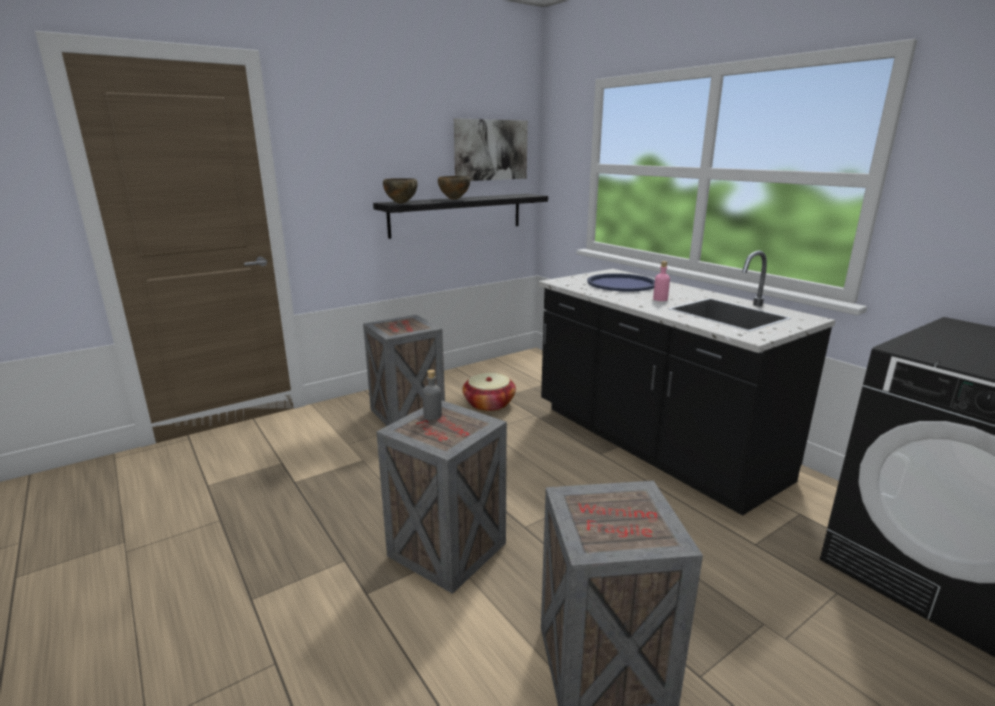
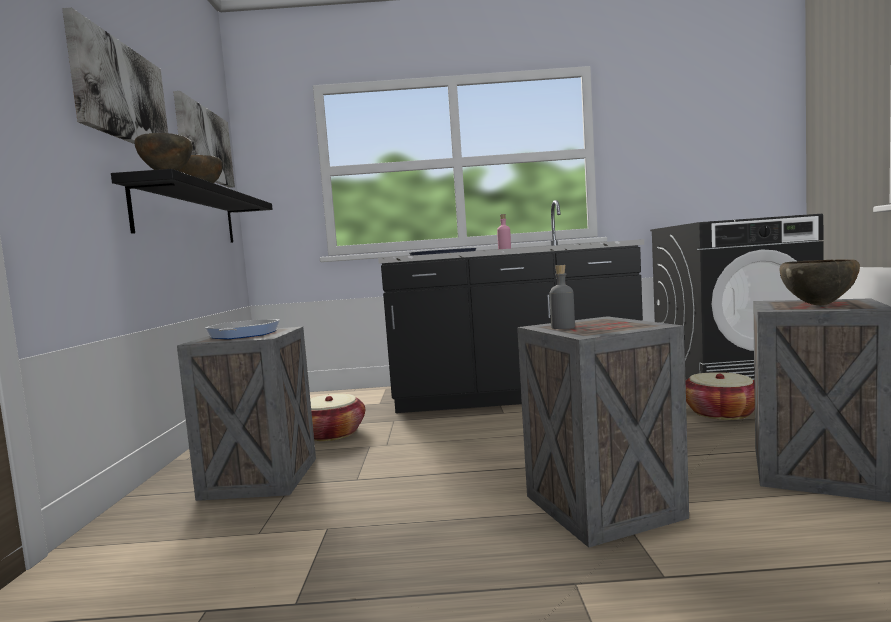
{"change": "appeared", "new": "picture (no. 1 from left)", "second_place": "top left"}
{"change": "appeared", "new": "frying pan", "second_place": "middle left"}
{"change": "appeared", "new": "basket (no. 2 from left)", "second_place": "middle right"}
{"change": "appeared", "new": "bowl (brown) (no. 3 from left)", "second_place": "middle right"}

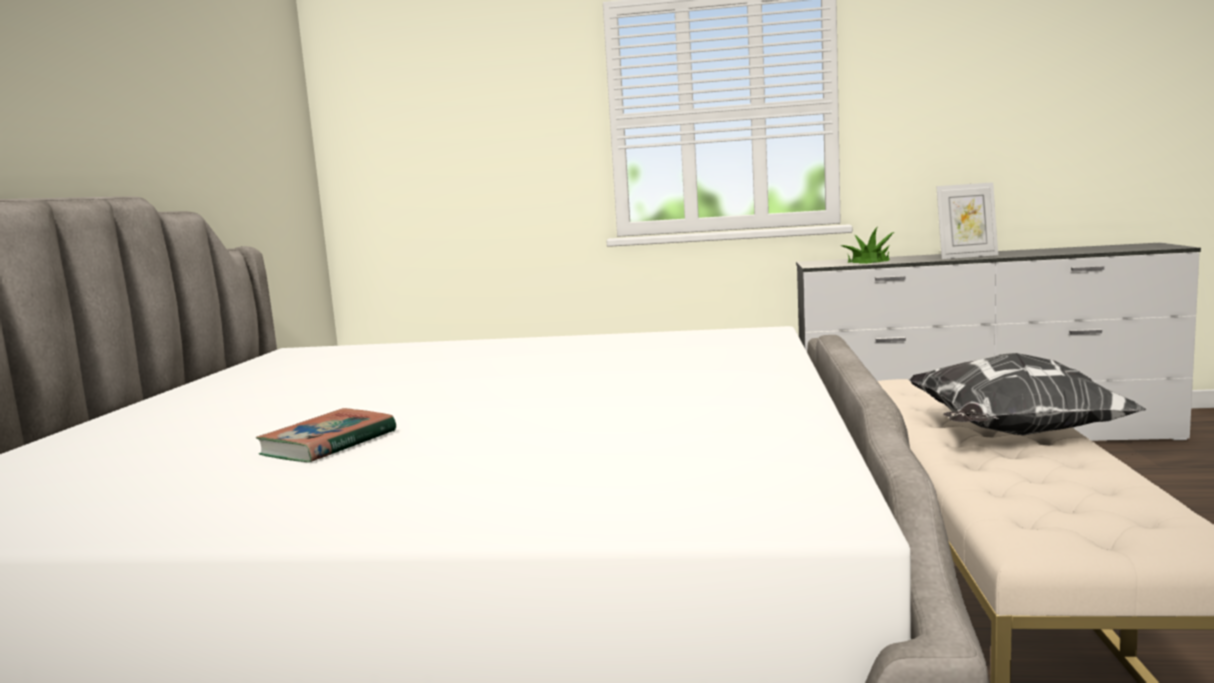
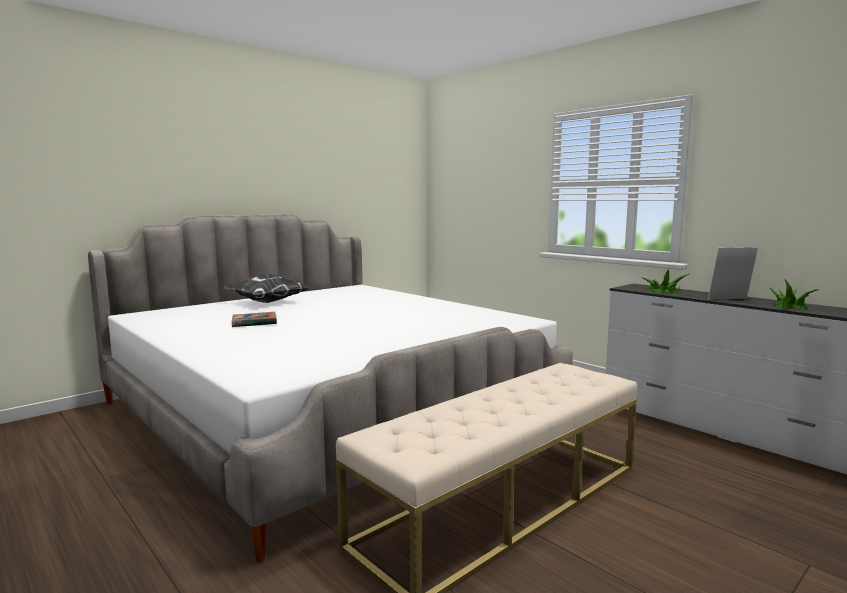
{"change": "relocated", "old": "pillow", "first_place": "middle right", "second_place": "middle left"}
{"change": "spun", "old": "picture frame", "first_place": "top right", "second_place": "middle right", "degrees": 135}
{"change": "appeared", "new": "potted plant (no. 2 from left)", "second_place": "middle right"}

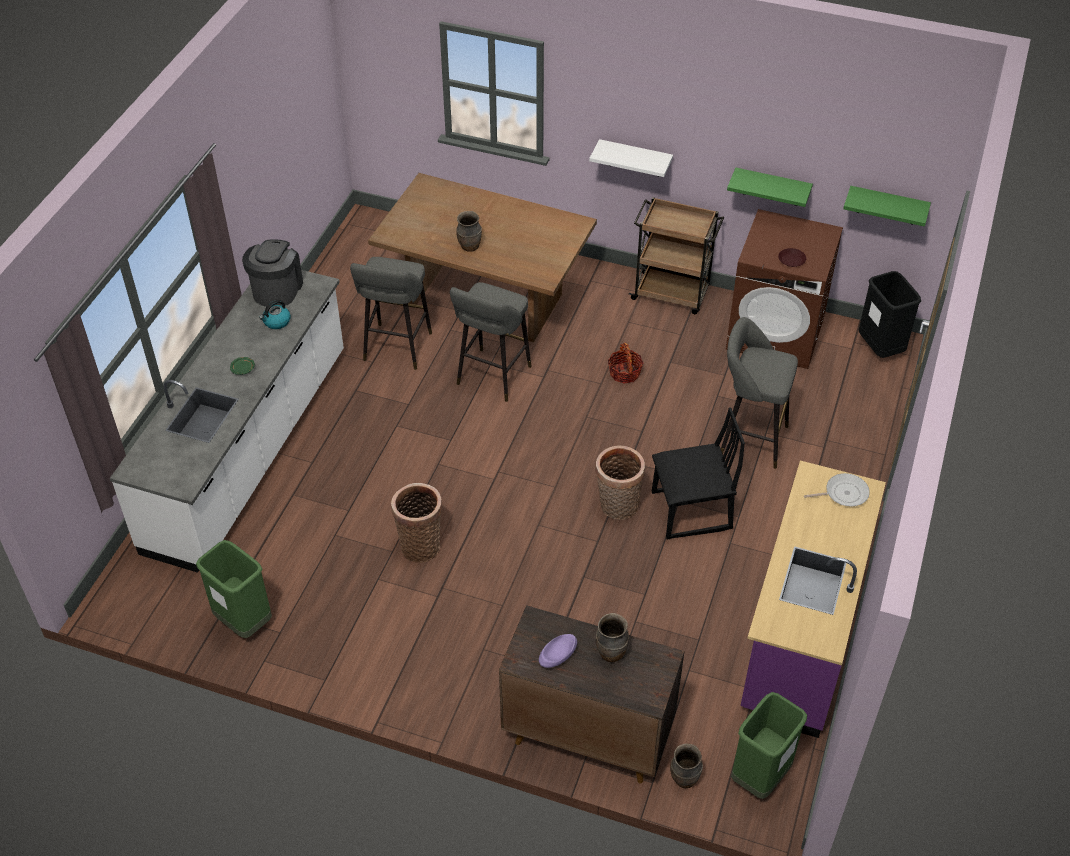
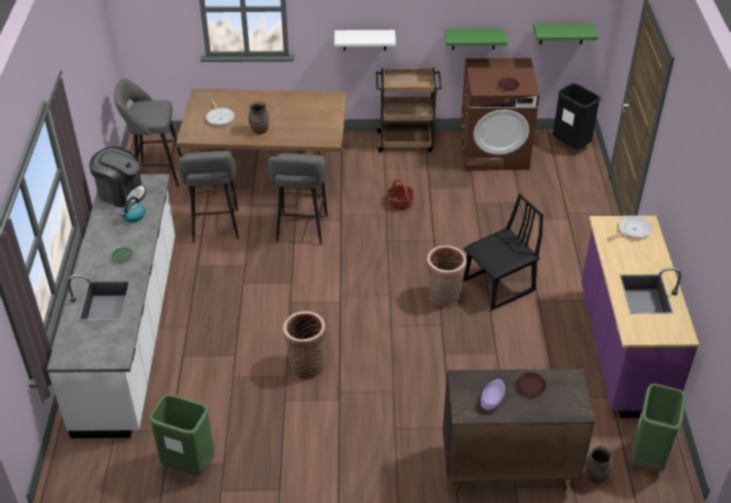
{"change": "spun", "old": "coffee machine", "first_place": "top left", "second_place": "middle left", "degrees": 120}
{"change": "exchanged", "old": "vase (brown) (no. 2 from left)", "new": "plate (brown) (no. 2 from left)", "first_place": "bottom centre", "second_place": "bottom right"}
{"change": "relocated", "old": "stool (grey) (no. 3 from left in the first image)", "new": "stool (grey) (no. 1 from left)", "first_place": "middle right", "second_place": "top left"}
{"change": "appeared", "new": "frying pan (no. 1 from left)", "second_place": "top left"}

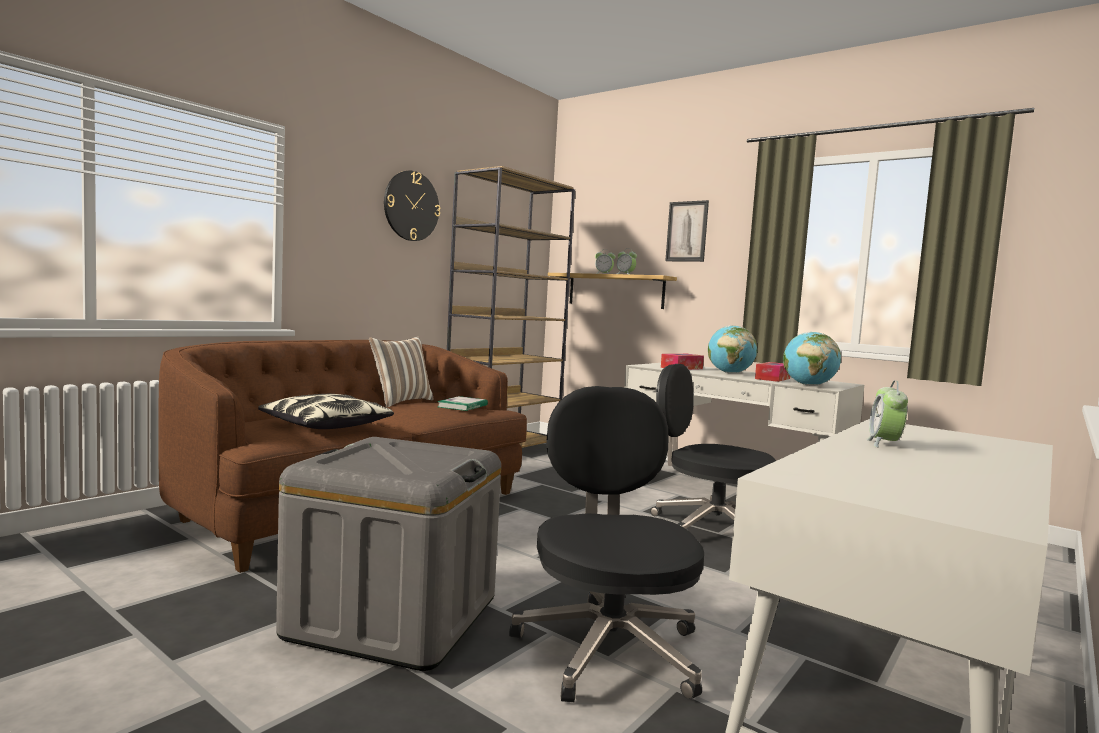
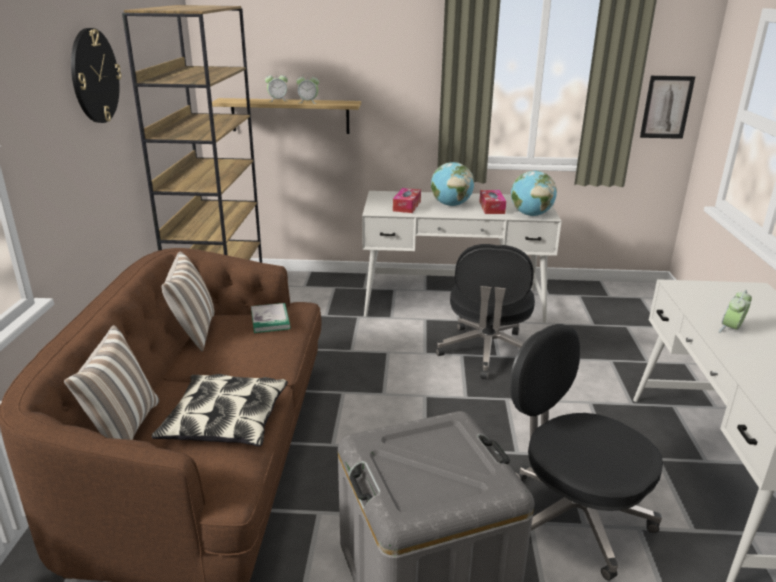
{"change": "spun", "old": "office chair (black) (no. 2 from left in the first image)", "first_place": "centre", "second_place": "centre", "degrees": -75}
{"change": "relocated", "old": "picture", "first_place": "top centre", "second_place": "top right"}
{"change": "spun", "old": "alarm clock (no. 3 from left)", "first_place": "middle right", "second_place": "middle right", "degrees": 60}
{"change": "appeared", "new": "pillow (no. 1 from left)", "second_place": "middle left"}

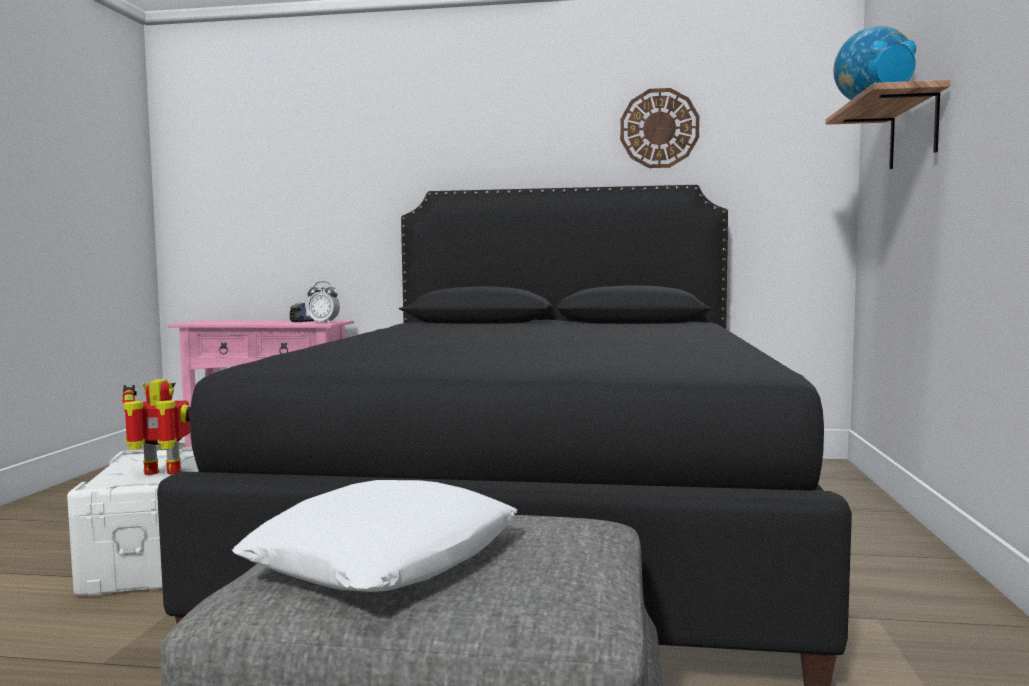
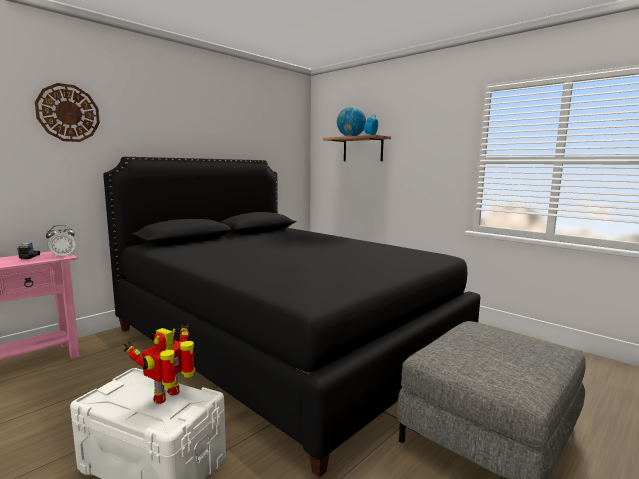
{"change": "missing", "old": "pillow (white)", "first_place": "bottom centre"}
{"change": "relocated", "old": "wall clock", "first_place": "top centre", "second_place": "top left"}

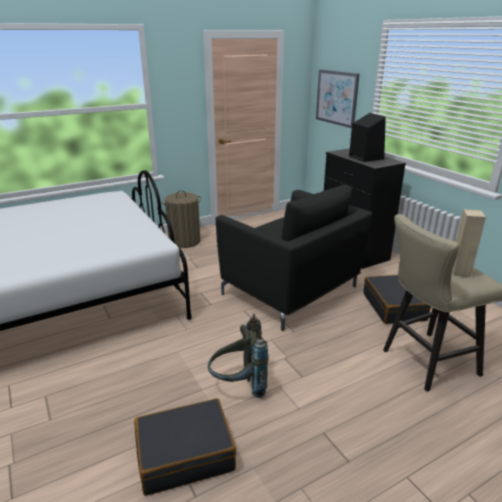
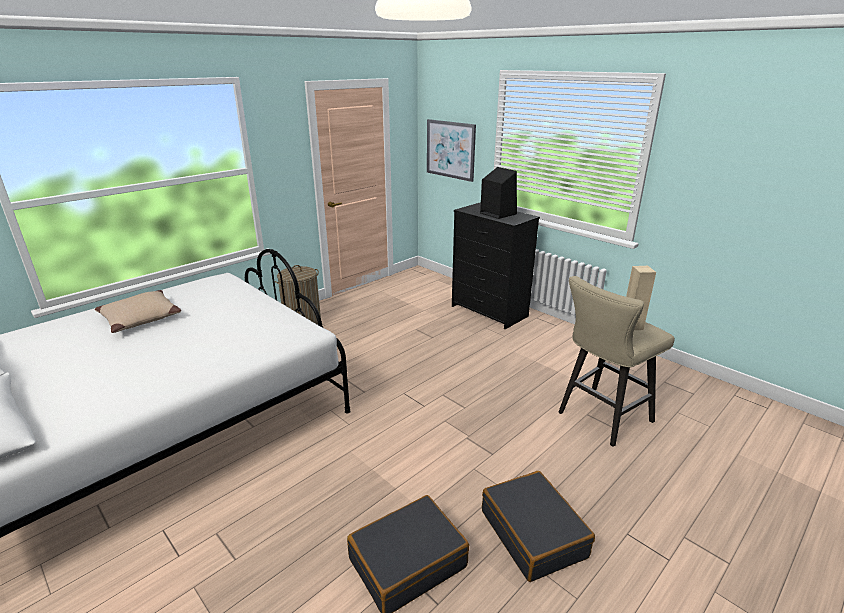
{"change": "missing", "old": "backpack (grey)", "first_place": "bottom centre"}
{"change": "missing", "old": "armchair (black)", "first_place": "centre"}
{"change": "relocated", "old": "suitcase (black) (no. 2 from left)", "first_place": "middle right", "second_place": "bottom centre"}
{"change": "appeared", "new": "pillow (beige)", "second_place": "middle left"}

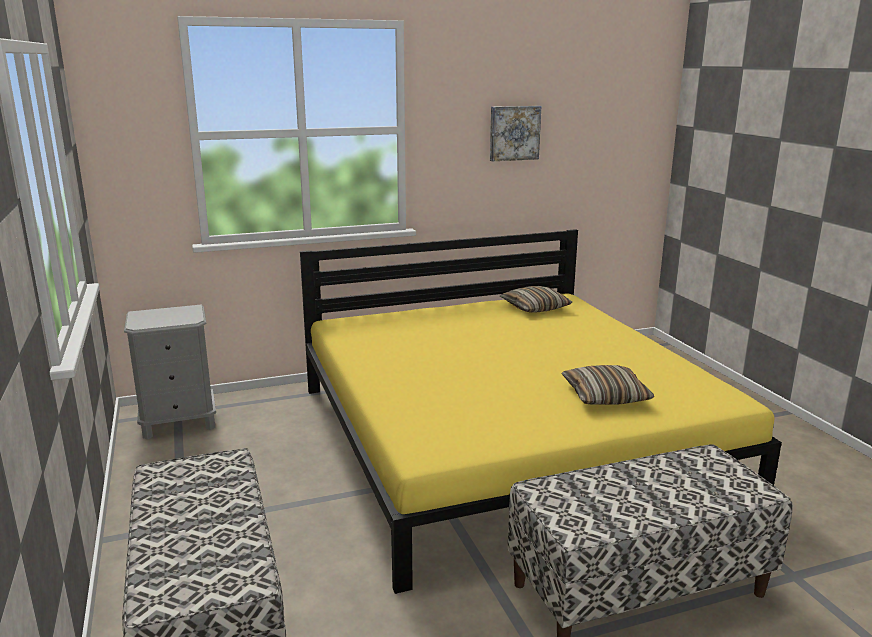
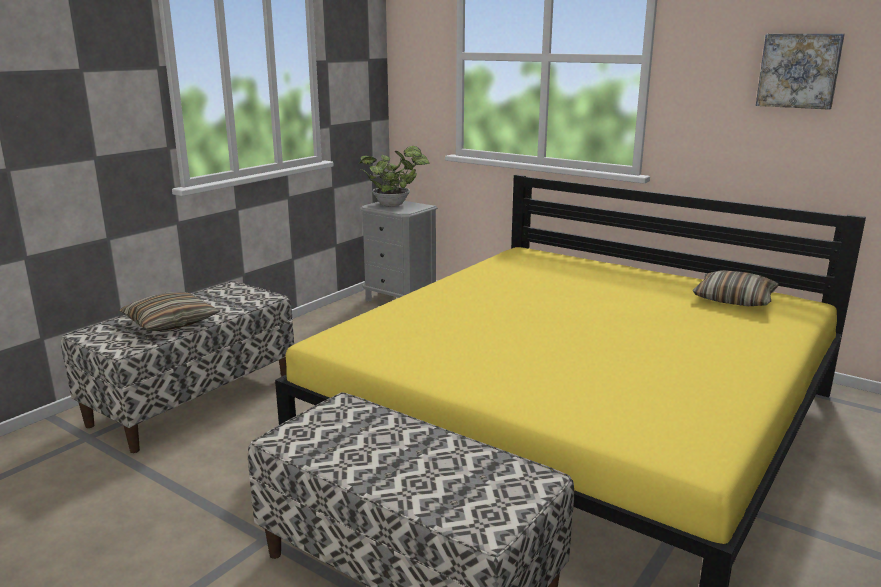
{"change": "relocated", "old": "pillow (no. 2 from left in the first image)", "new": "pillow (no. 1 from left)", "first_place": "middle right", "second_place": "middle left"}
{"change": "appeared", "new": "potted plant", "second_place": "top centre"}

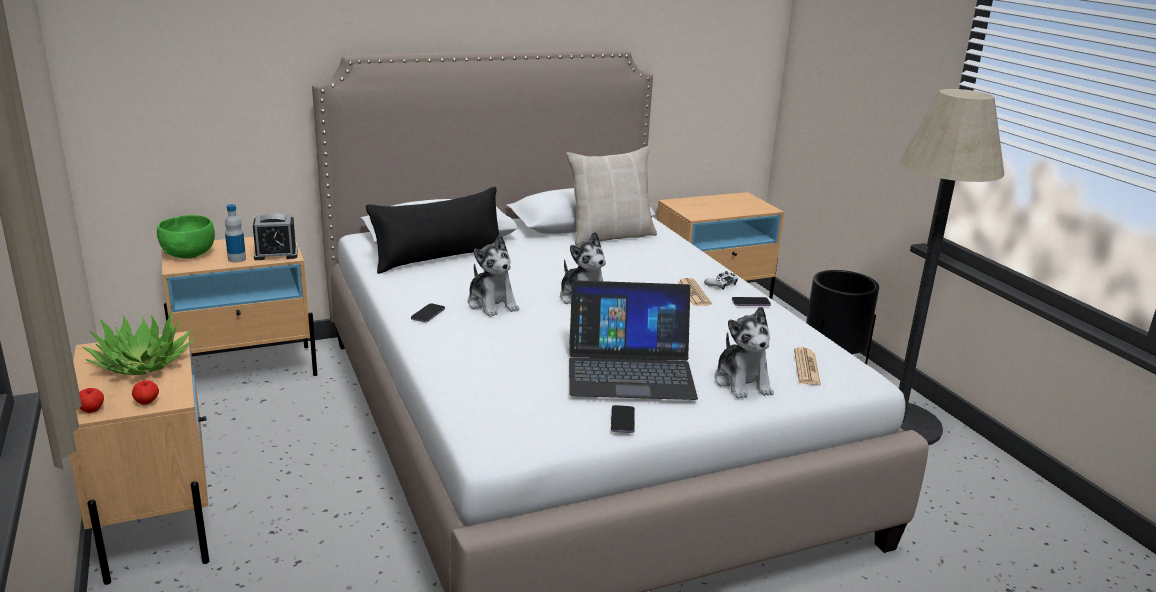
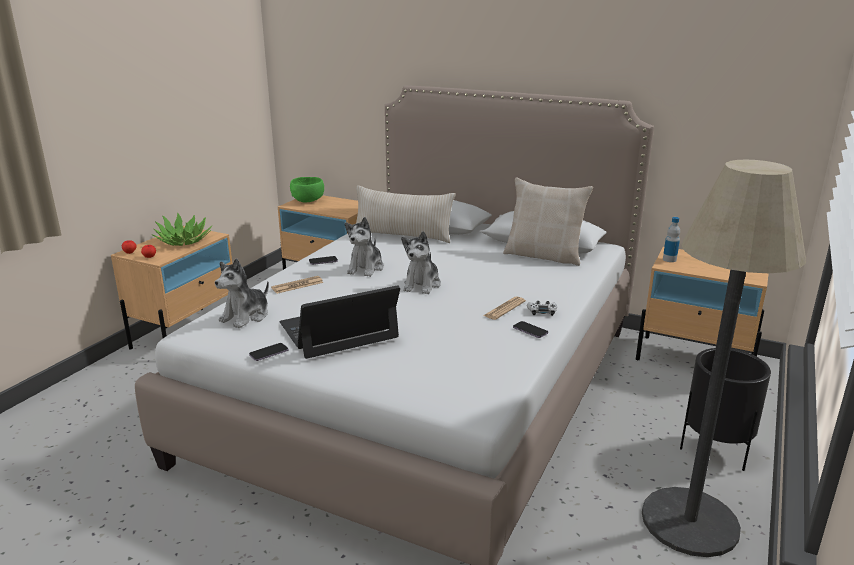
{"change": "relocated", "old": "bottle", "first_place": "middle left", "second_place": "middle right"}
{"change": "missing", "old": "alarm clock", "first_place": "middle left"}
{"change": "colour", "old": "pillow (black)", "new": "pillow (beige) (no. 1 from left)", "first_place": "centre", "second_place": "centre"}
{"change": "spun", "old": "laptop", "first_place": "centre", "second_place": "centre", "degrees": 105}
{"change": "relocated", "old": "plush toy (no. 3 from left in the first image)", "new": "plush toy (no. 1 from left)", "first_place": "centre", "second_place": "middle left"}
{"change": "relocated", "old": "newspaper (no. 2 from left in the first image)", "new": "newspaper (no. 1 from left)", "first_place": "middle right", "second_place": "centre"}

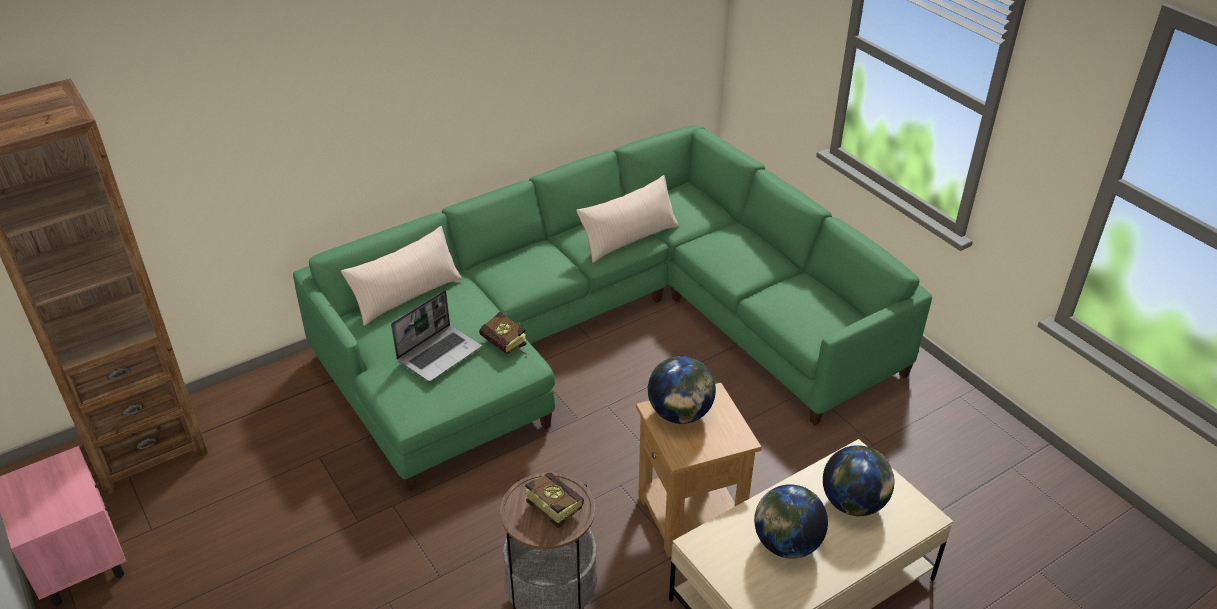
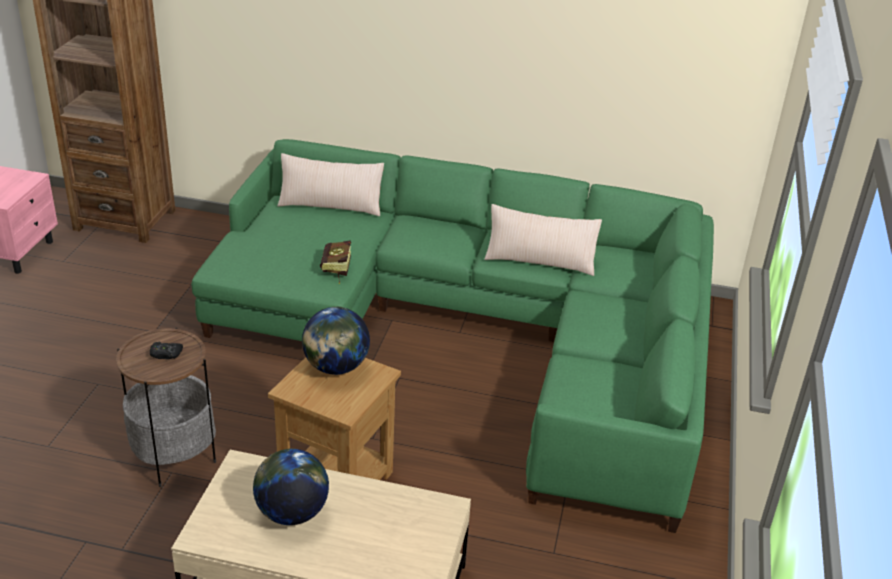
{"change": "missing", "old": "laptop", "first_place": "centre"}
{"change": "exchanged", "old": "book (no. 2 from left)", "new": "game controller (black)", "first_place": "bottom centre", "second_place": "middle left"}
{"change": "missing", "old": "globe (no. 3 from left)", "first_place": "bottom right"}

